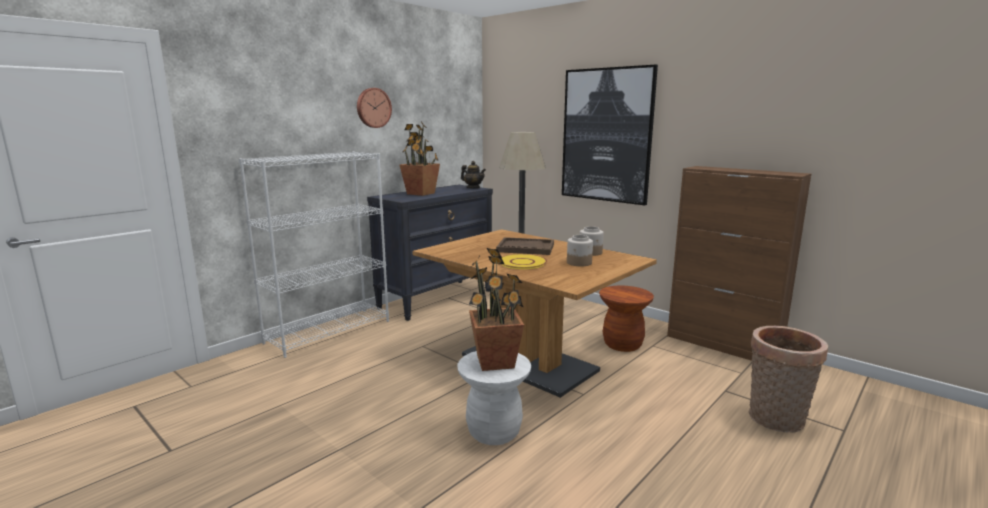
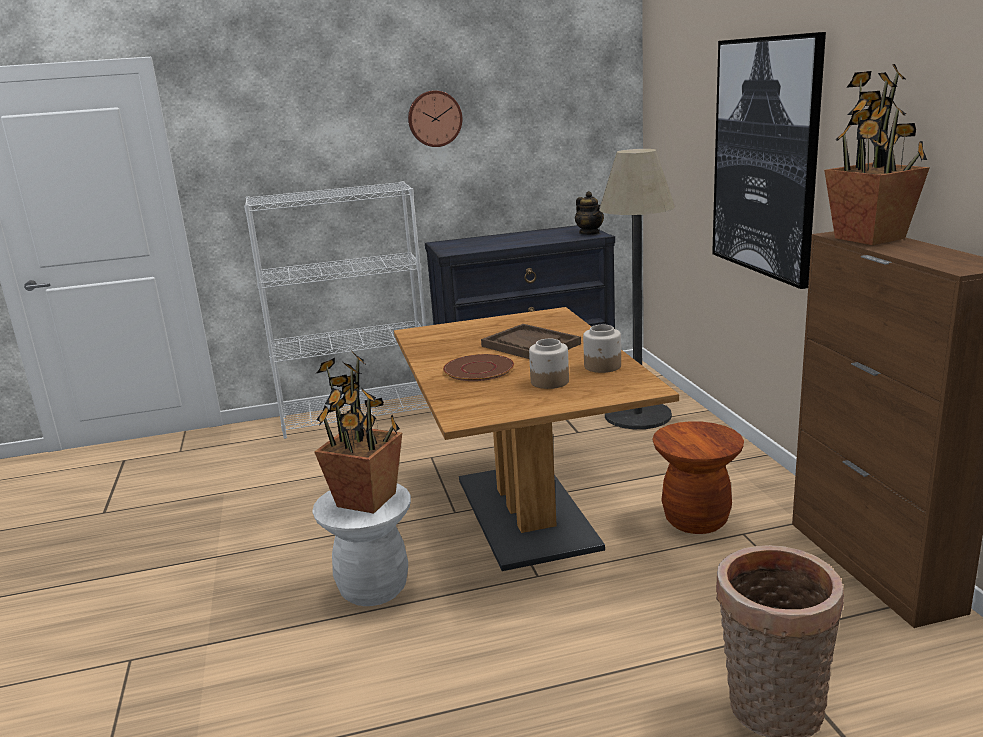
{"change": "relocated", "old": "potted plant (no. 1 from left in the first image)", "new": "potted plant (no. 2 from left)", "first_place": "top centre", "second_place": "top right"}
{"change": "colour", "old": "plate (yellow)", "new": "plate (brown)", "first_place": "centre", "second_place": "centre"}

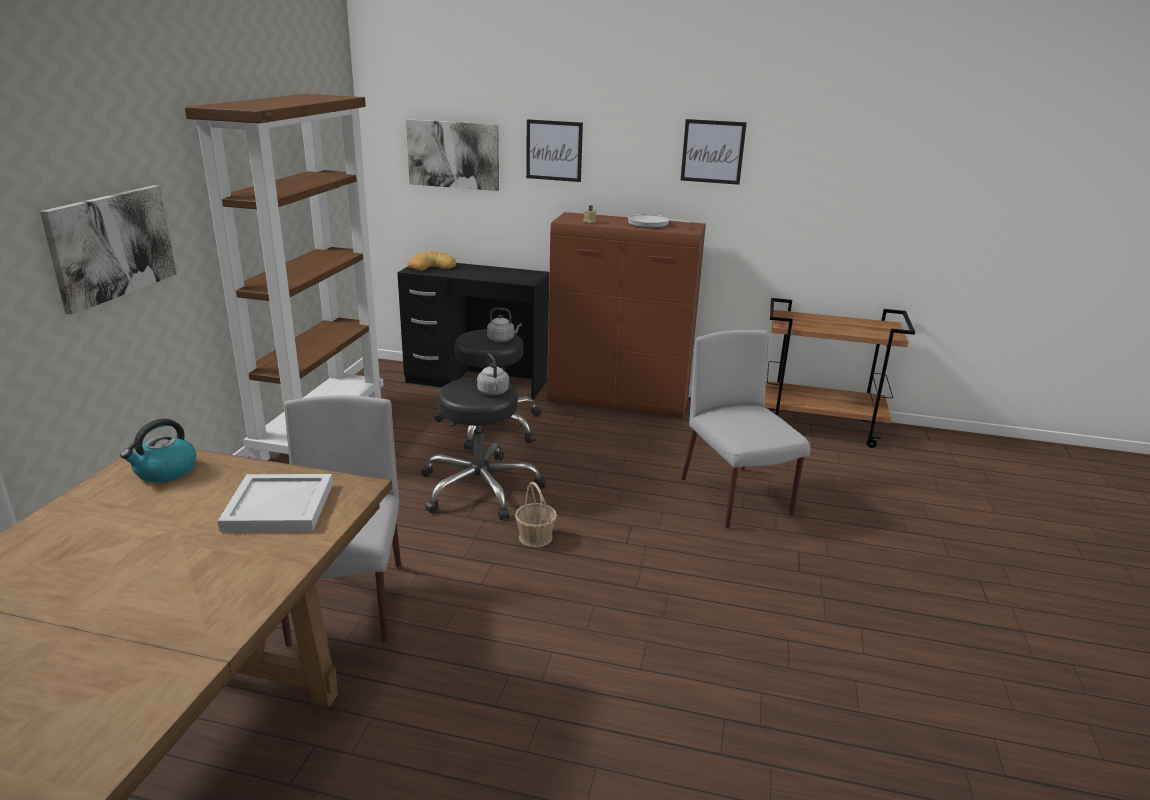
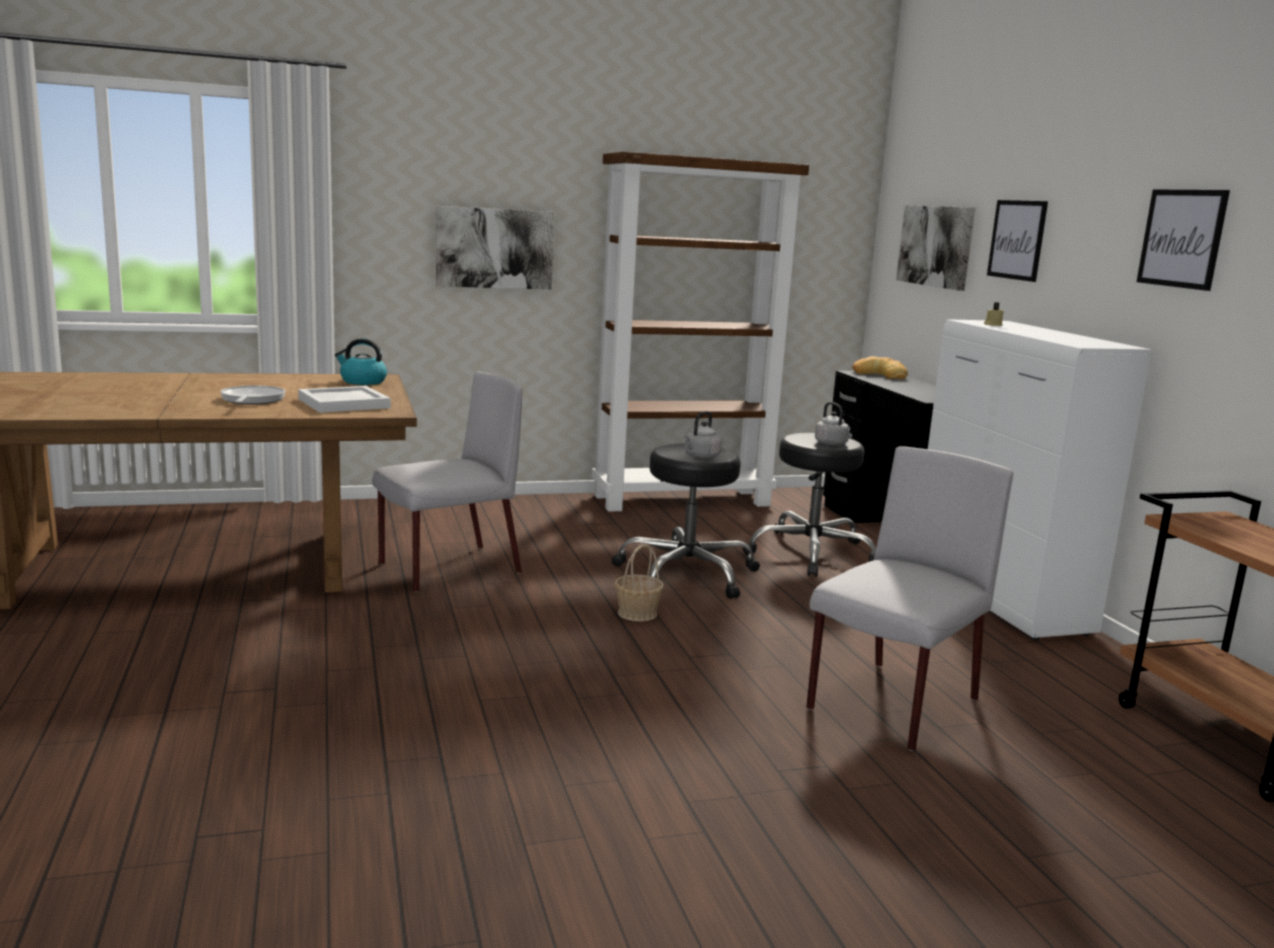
{"change": "colour", "old": "cabinet (brown)", "new": "cabinet (white)", "first_place": "centre", "second_place": "middle right"}
{"change": "relocated", "old": "frying pan", "first_place": "top centre", "second_place": "middle left"}

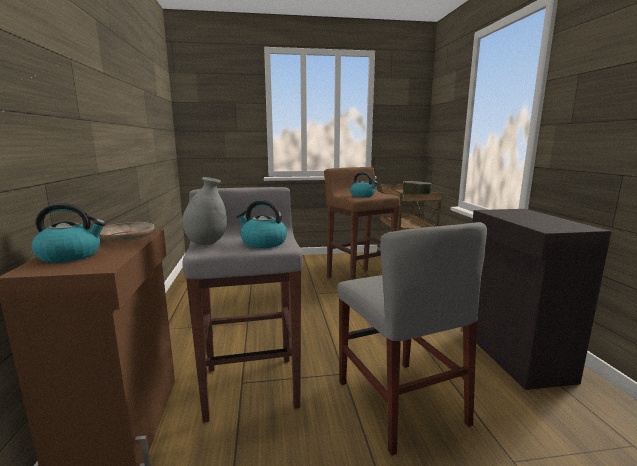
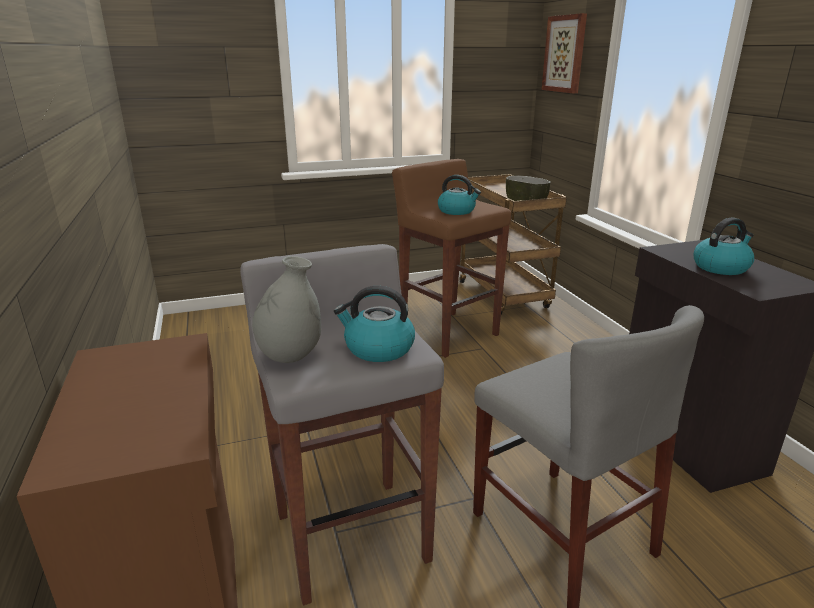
{"change": "relocated", "old": "kettle (no. 1 from left in the first image)", "new": "kettle (no. 3 from left)", "first_place": "middle left", "second_place": "middle right"}
{"change": "missing", "old": "plate (beige)", "first_place": "middle left"}
{"change": "appeared", "new": "picture", "second_place": "top right"}

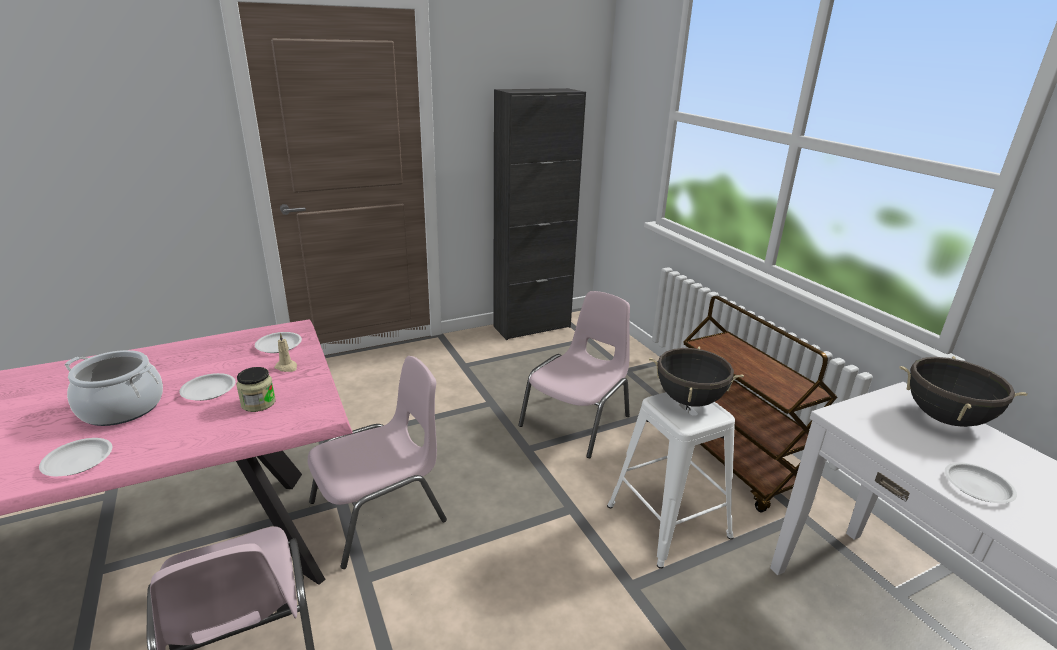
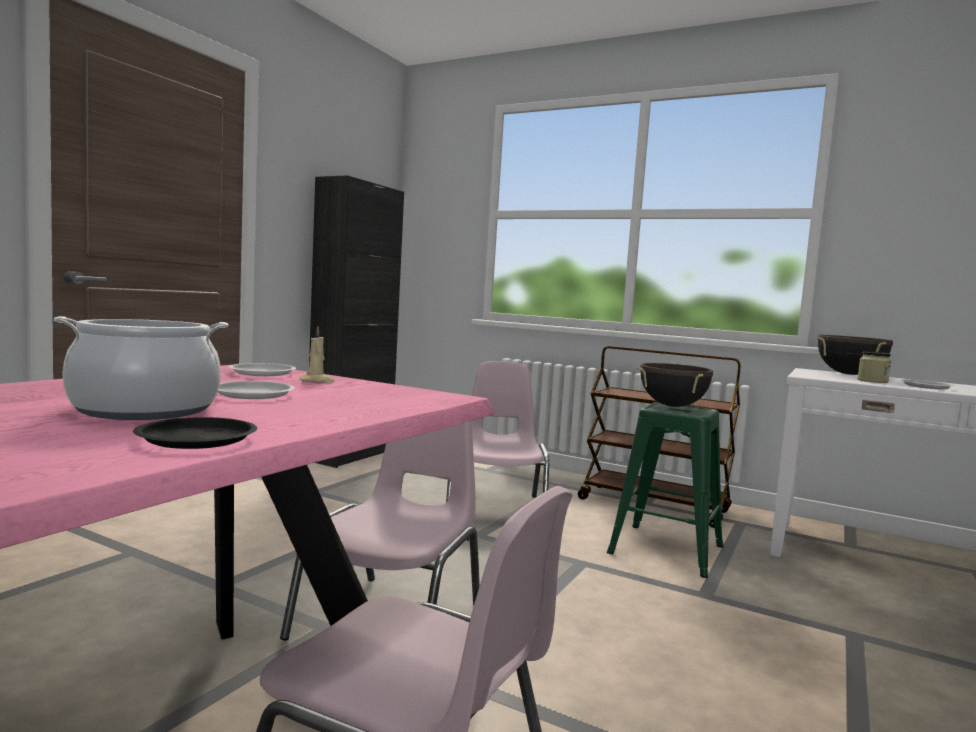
{"change": "colour", "old": "plate (white) (no. 1 from left)", "new": "plate (black)", "first_place": "bottom left", "second_place": "middle left"}
{"change": "relocated", "old": "jar", "first_place": "middle left", "second_place": "middle right"}
{"change": "colour", "old": "stool (white)", "new": "stool (green)", "first_place": "bottom centre", "second_place": "bottom right"}

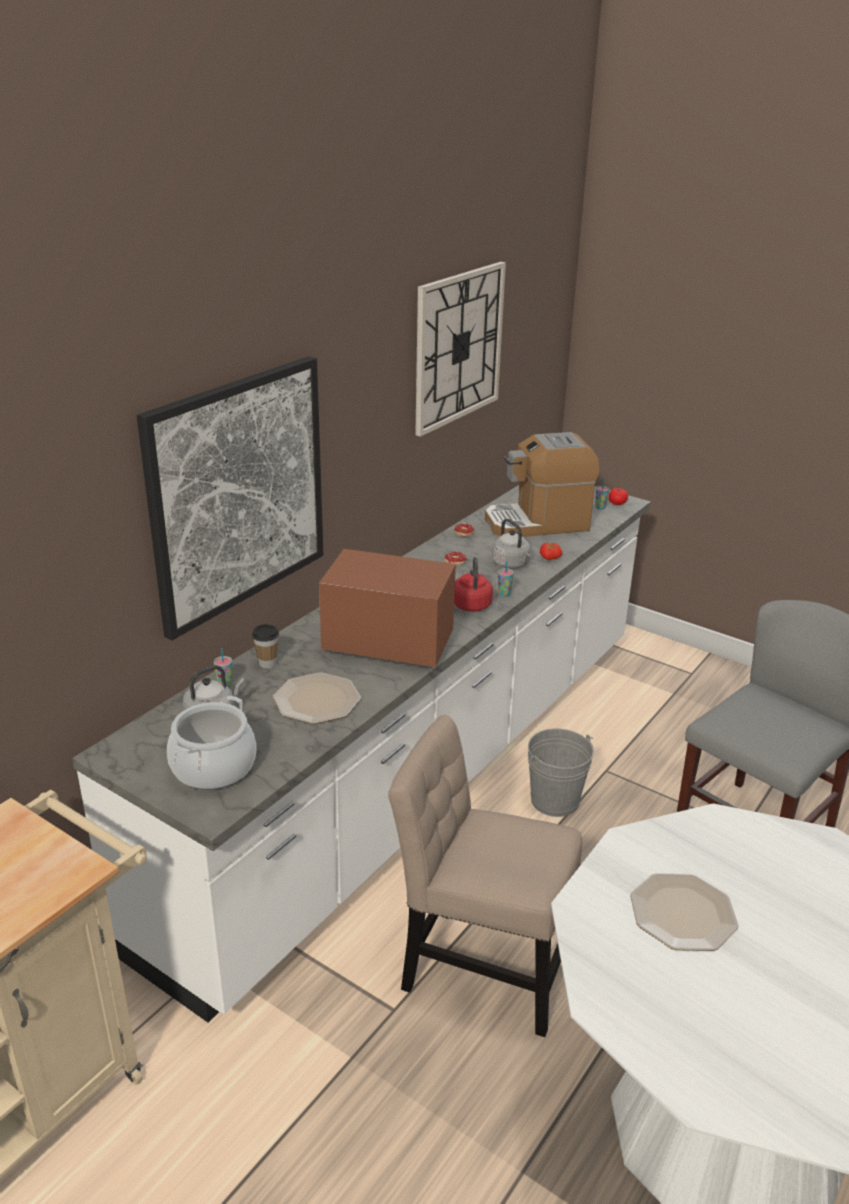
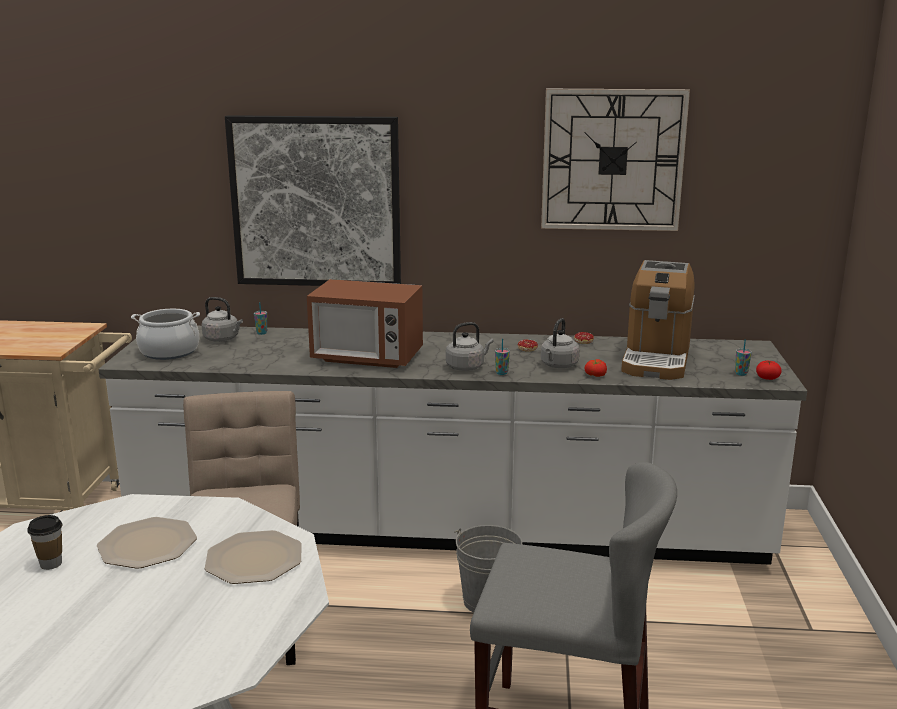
{"change": "relocated", "old": "cup (no. 2 from left in the first image)", "new": "cup (no. 1 from left)", "first_place": "middle left", "second_place": "bottom left"}
{"change": "relocated", "old": "plate (no. 1 from left in the first image)", "new": "plate (no. 2 from left)", "first_place": "centre", "second_place": "bottom left"}
{"change": "spun", "old": "microwave", "first_place": "centre", "second_place": "centre", "degrees": 120}
{"change": "colour", "old": "kettle (red)", "new": "kettle (grey) (no. 2 from left)", "first_place": "centre", "second_place": "centre"}
{"change": "spun", "old": "coffee machine", "first_place": "centre", "second_place": "middle right", "degrees": -120}

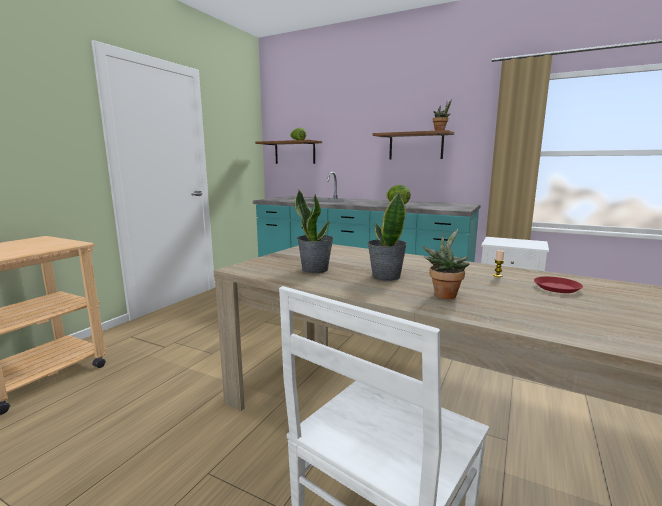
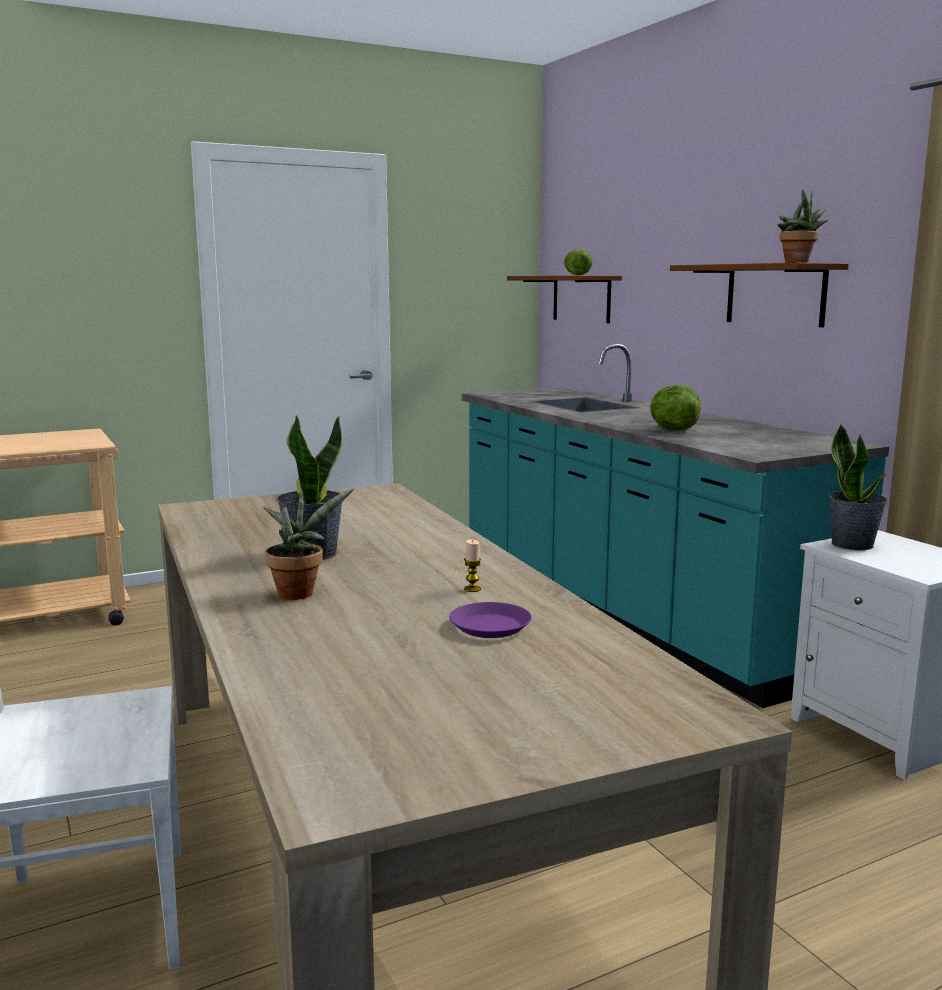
{"change": "relocated", "old": "potted plant (no. 1 from left in the first image)", "new": "potted plant (no. 4 from left)", "first_place": "centre", "second_place": "middle right"}
{"change": "colour", "old": "plate (red)", "new": "plate (purple)", "first_place": "middle right", "second_place": "centre"}

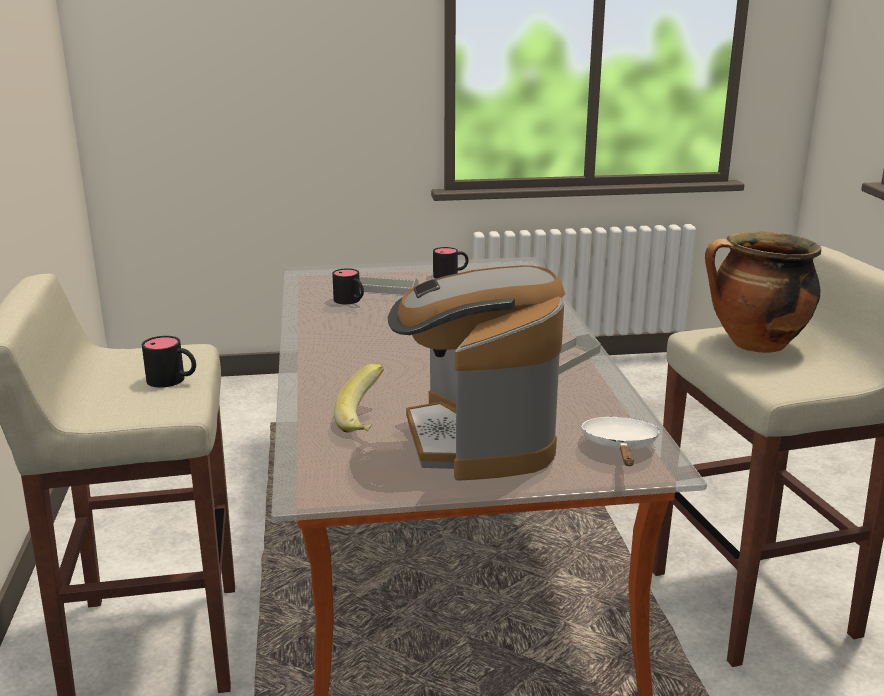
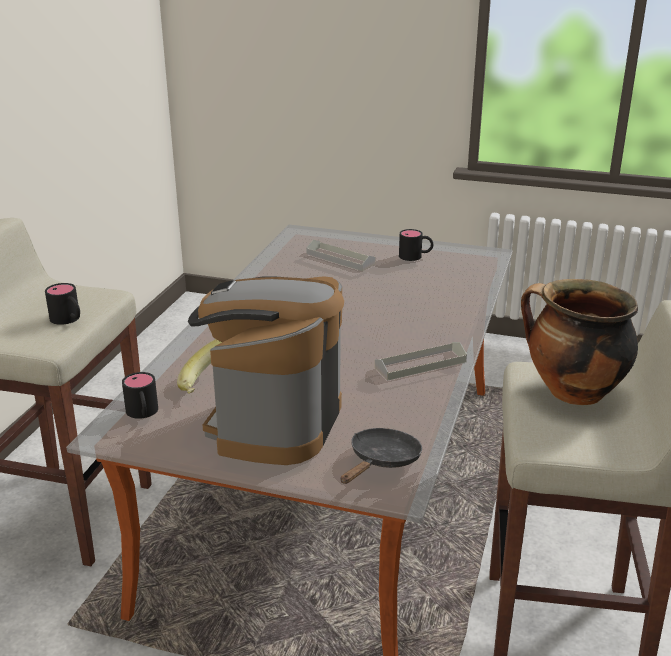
{"change": "relocated", "old": "mug (black) (no. 2 from left)", "first_place": "centre", "second_place": "middle left"}
{"change": "colour", "old": "frying pan (white)", "new": "frying pan (black)", "first_place": "middle right", "second_place": "bottom centre"}

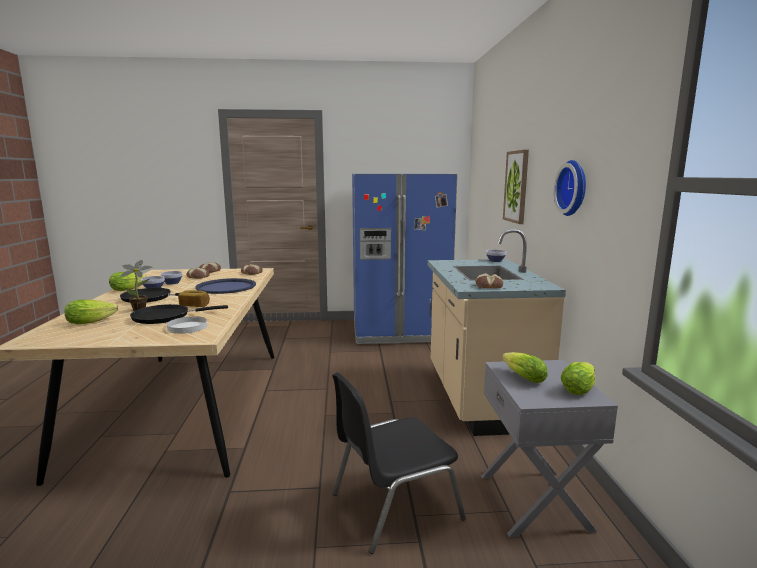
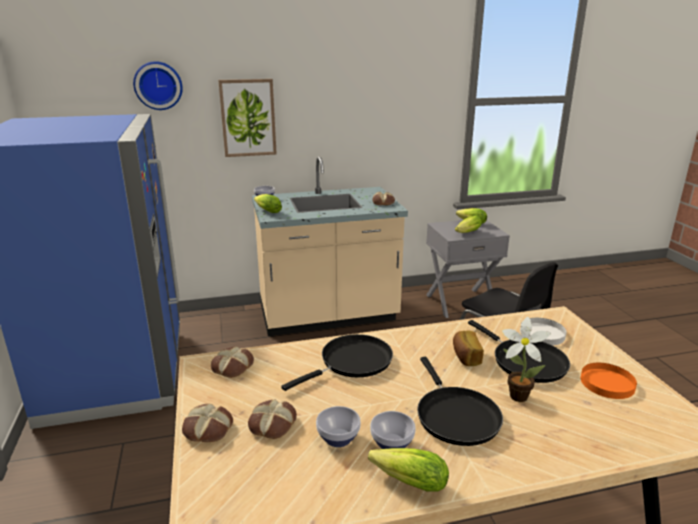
{"change": "relocated", "old": "lettuce (no. 1 from left)", "first_place": "middle left", "second_place": "centre"}
{"change": "exchanged", "old": "tray (blue)", "new": "frying pan (black) (no. 1 from left)", "first_place": "middle left", "second_place": "bottom centre"}
{"change": "relocated", "old": "wall clock", "first_place": "top right", "second_place": "top left"}
{"change": "appeared", "new": "plate (orange)", "second_place": "bottom right"}

